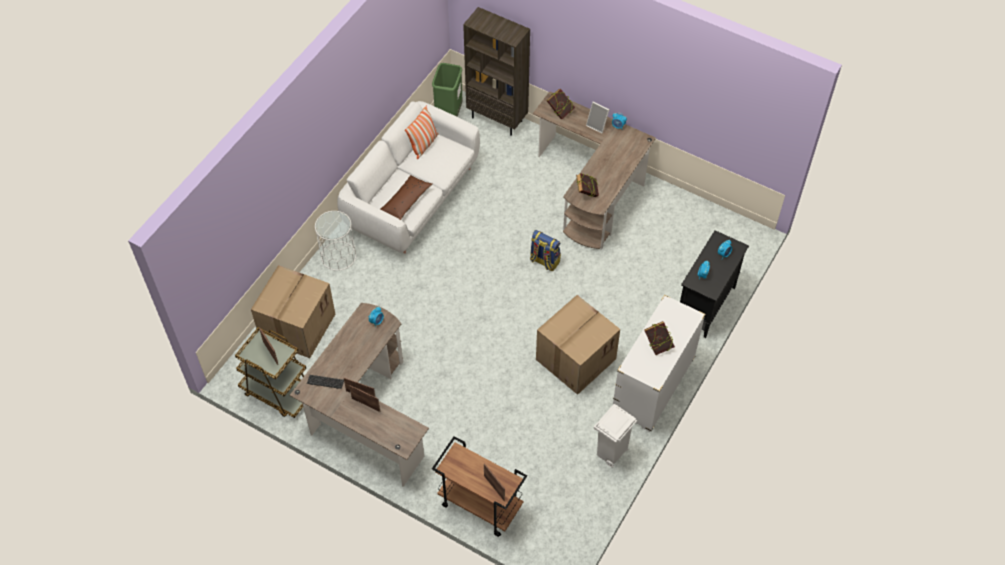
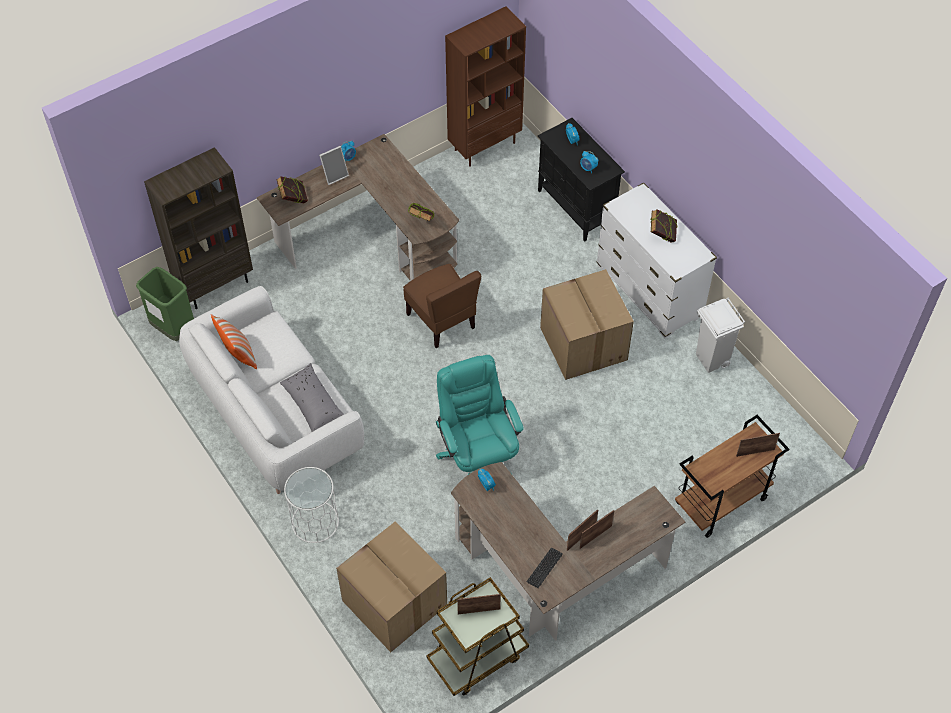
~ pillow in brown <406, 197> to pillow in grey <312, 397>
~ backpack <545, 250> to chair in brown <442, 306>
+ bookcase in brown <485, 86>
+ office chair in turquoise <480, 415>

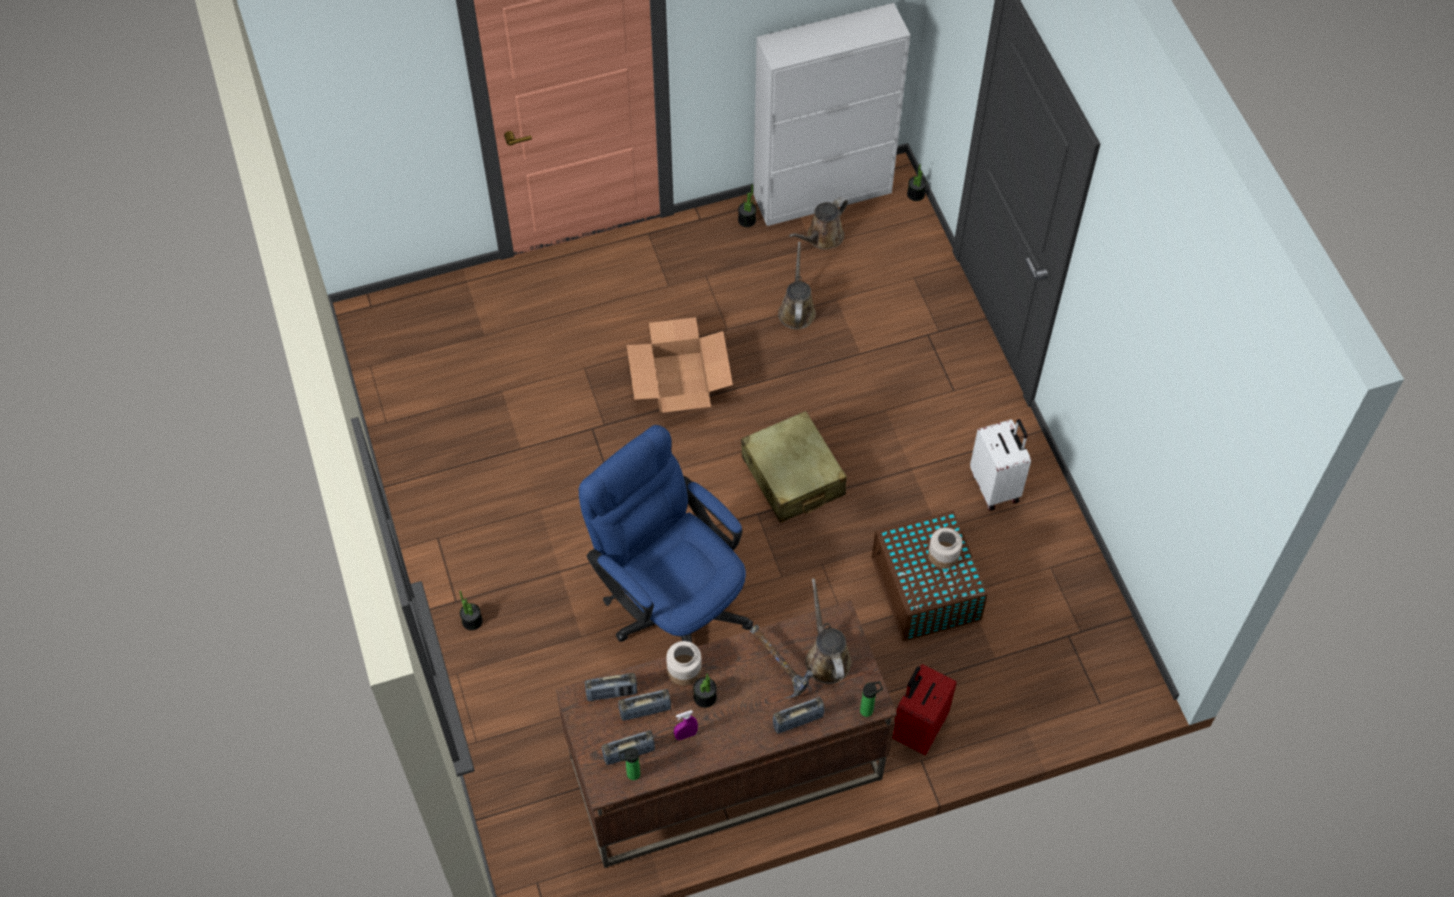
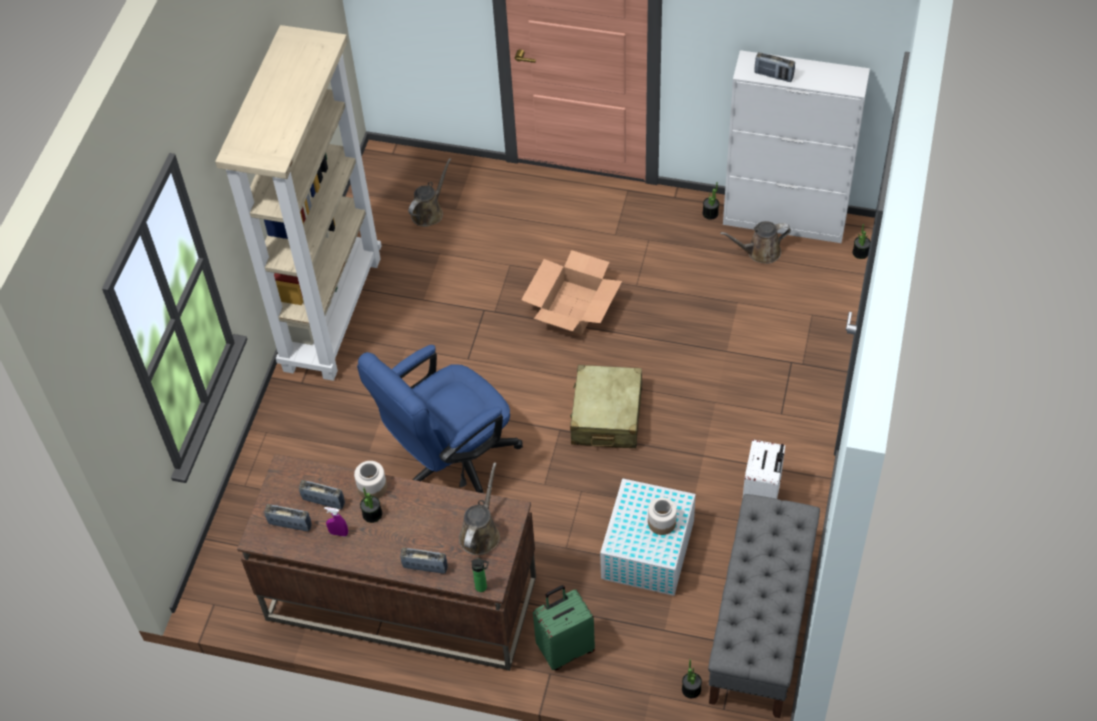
~ watering can in brown <797, 286> to <429, 192>
~ office chair in blue <665, 534> = <440, 419> 120 degrees counterclockwise
~ storage box in brown <930, 575> to storage box in white <648, 537>
~ potted plant <471, 610> to <692, 678>
- hammer <781, 661>
~ suitcase in red <924, 709> to suitcase in green <564, 627>
~ radio <611, 687> to <774, 67>
- bottle <629, 763>
+ bookcase in beige <298, 203>
+ bench in grey <764, 606>

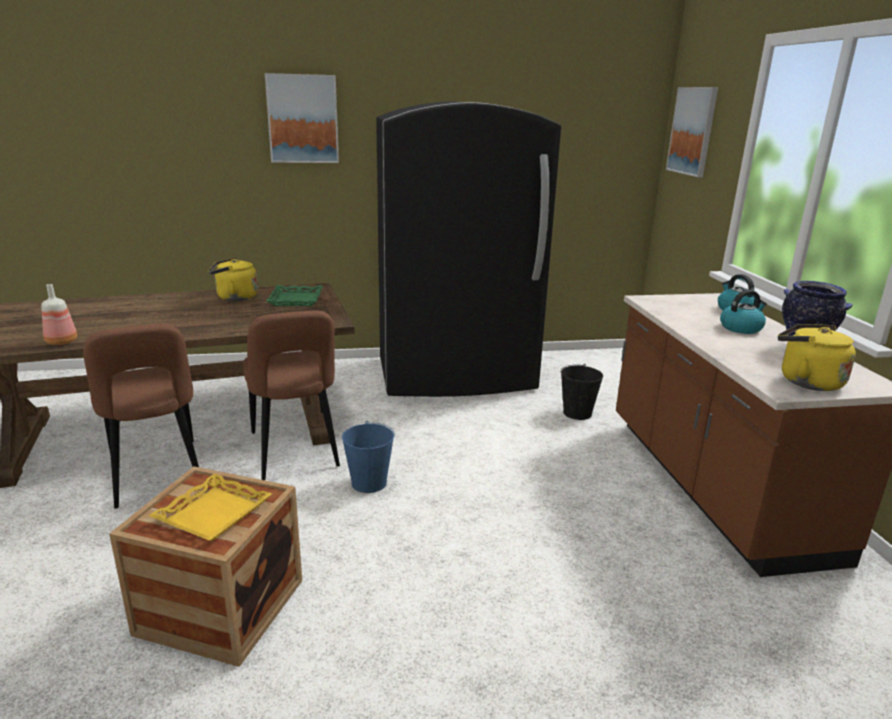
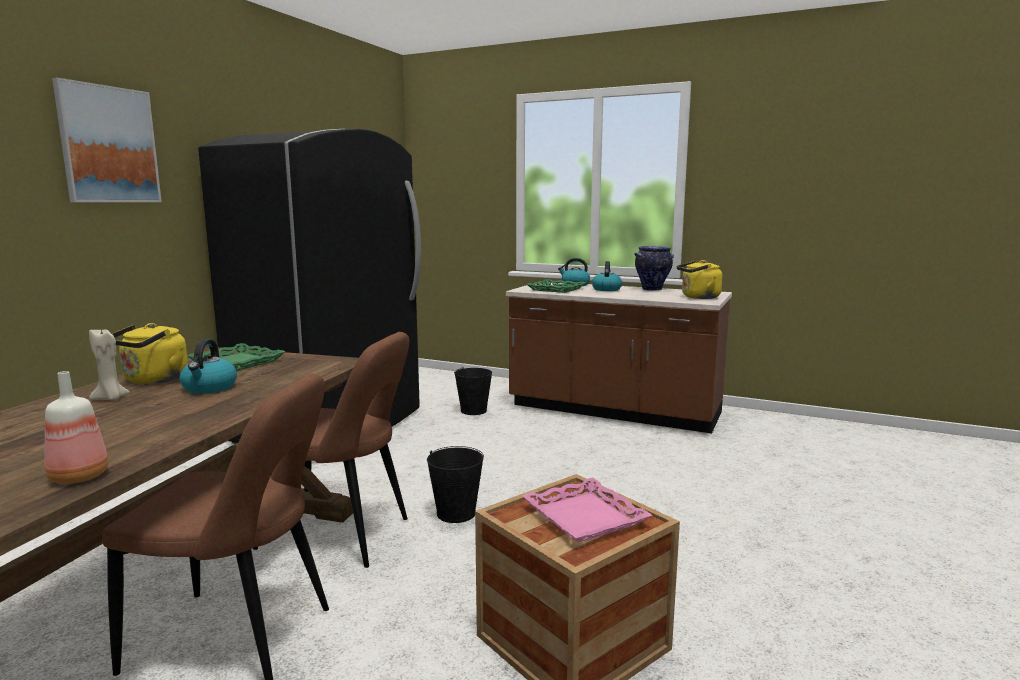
- picture <692, 132>
~ bucket in blue <368, 457> to bucket in black <455, 484>
~ tray in yellow <210, 508> to tray in pink <587, 509>
+ tray in green <556, 286>
+ candle in beige <109, 364>
+ kettle <208, 366>

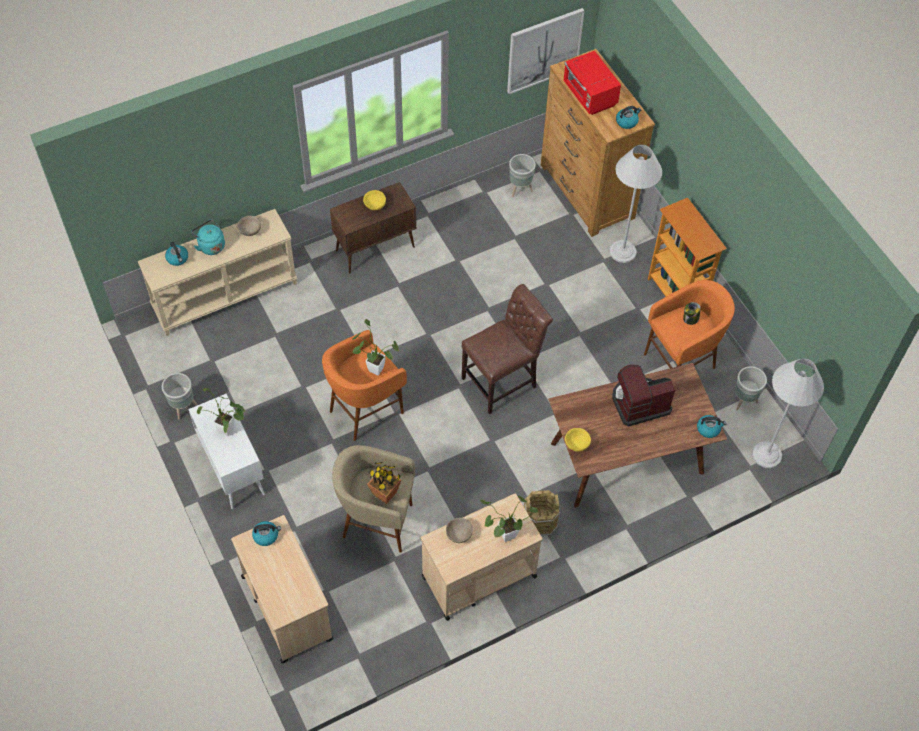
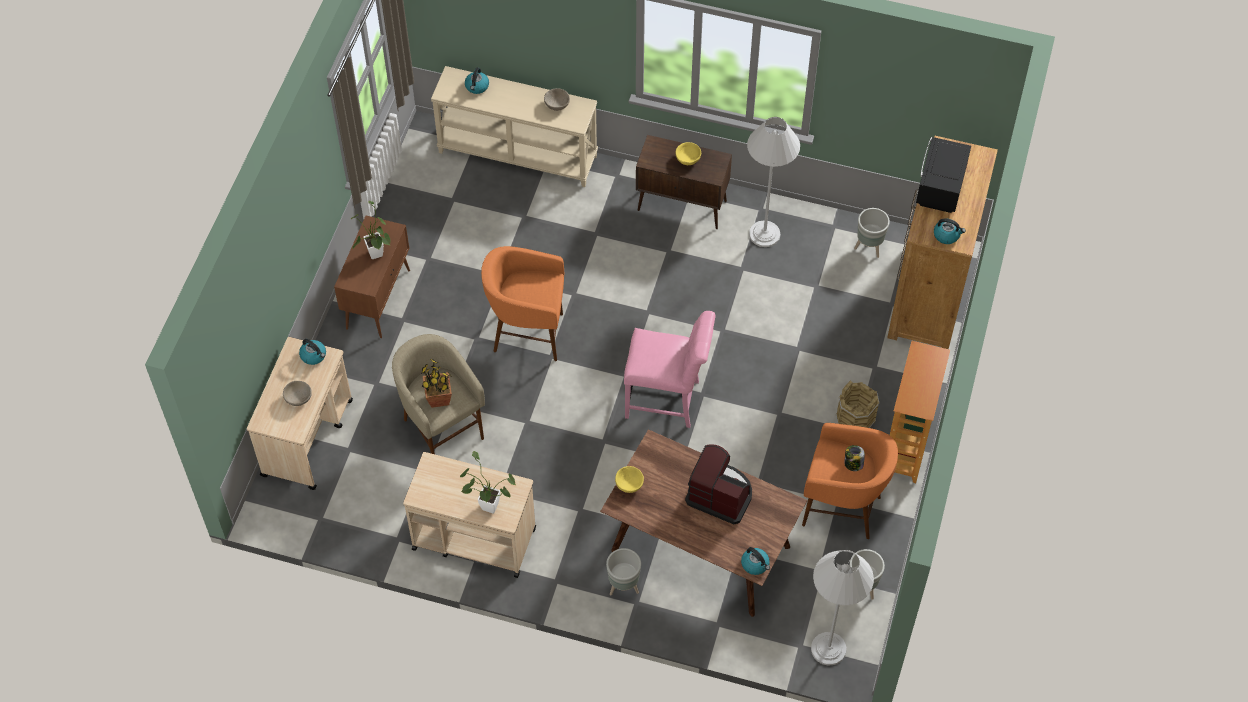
- picture <546, 51>
~ microwave in red <592, 83> to microwave in black <943, 175>
~ floor lamp in white <636, 204> to <773, 182>
- kettle in turquoise <208, 237>
~ chair in brown <507, 349> to chair in pink <670, 369>
- potted plant <375, 347>
~ planter in grey <179, 396> to <623, 571>
~ cabinet in white <226, 451> to cabinet in brown <372, 277>
~ bucket in brown <542, 513> to <857, 404>
~ bowl in beige <459, 530> to <297, 393>

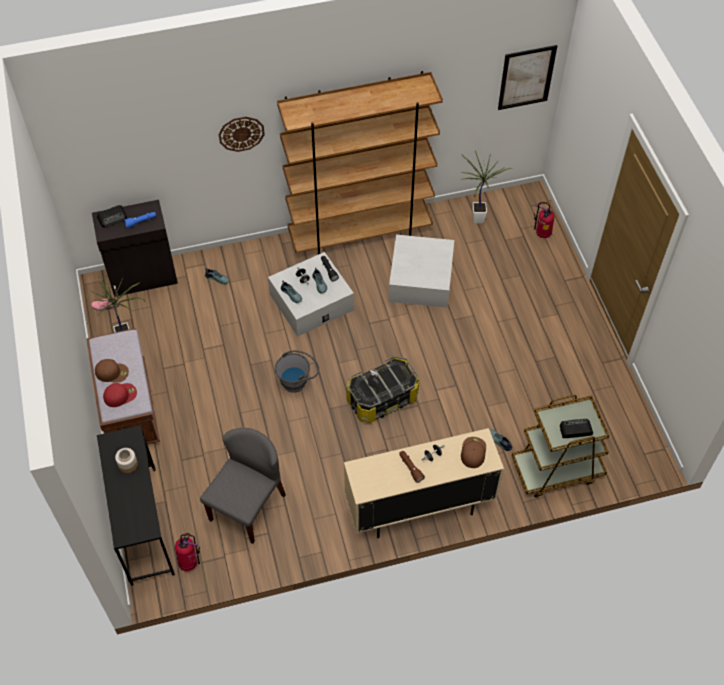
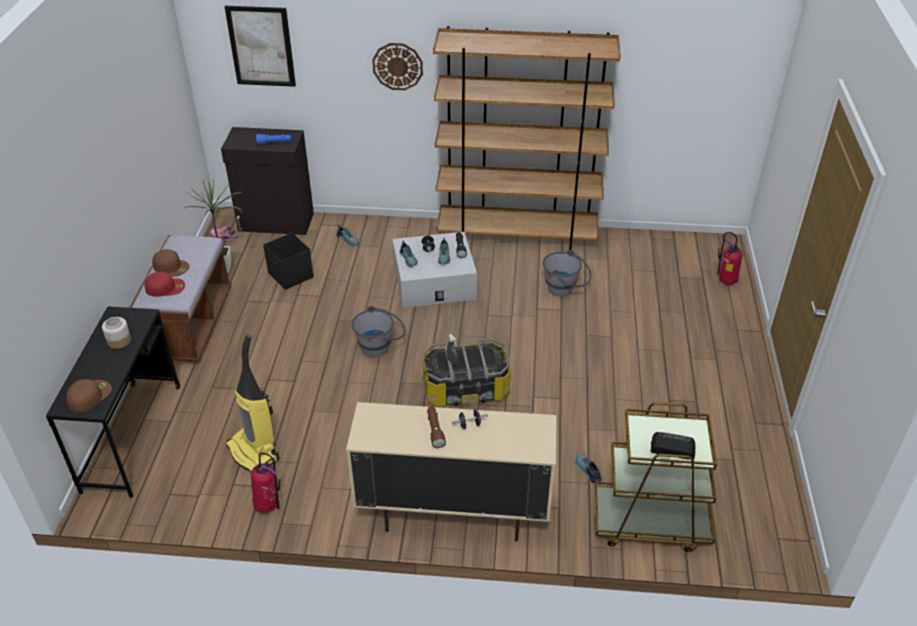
~ picture <527, 77> to <260, 46>
- potted plant <487, 186>
- radio <112, 216>
~ storage box in white <421, 271> to bucket in grey <567, 273>
~ chair in grey <243, 486> to vacuum cleaner <252, 403>
~ cap in brown <473, 452> to <89, 395>
~ fire extinguisher <187, 552> to <265, 482>
+ storage box in black <288, 261>

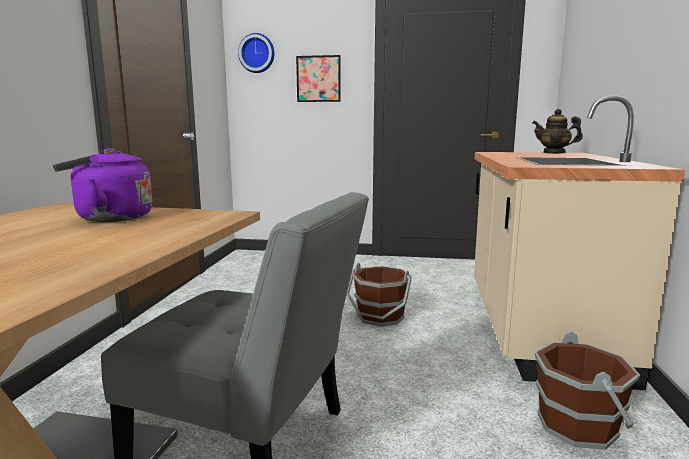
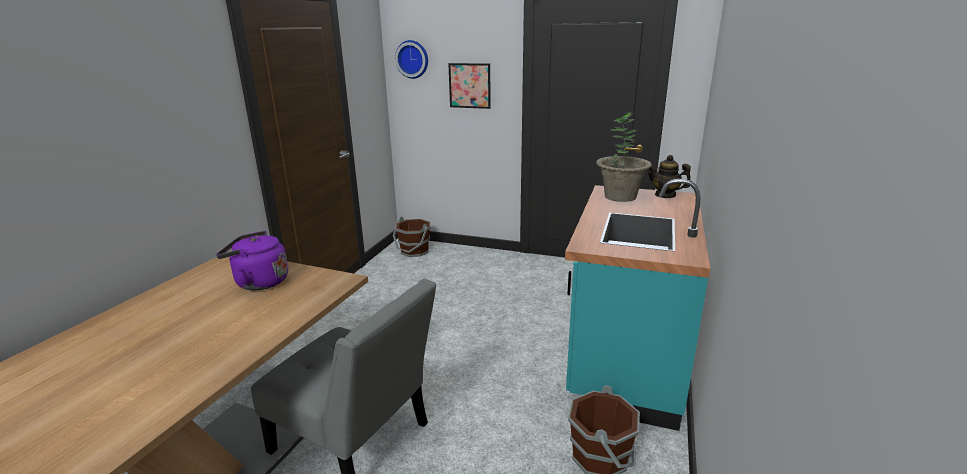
~ counter in beige <579, 243> to counter in turquoise <637, 305>
~ bucket in brown <379, 294> to <412, 237>
+ potted plant <624, 157>

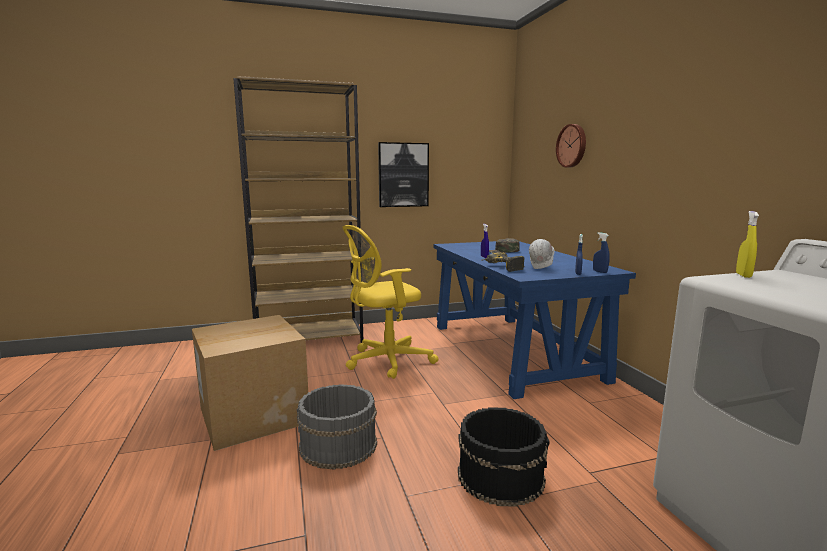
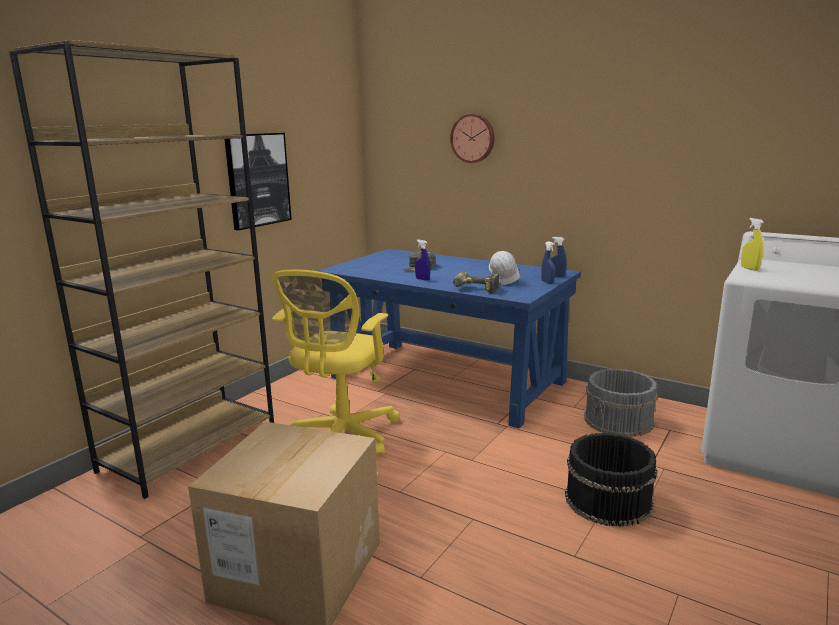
~ bucket in grey <337, 427> to <621, 403>

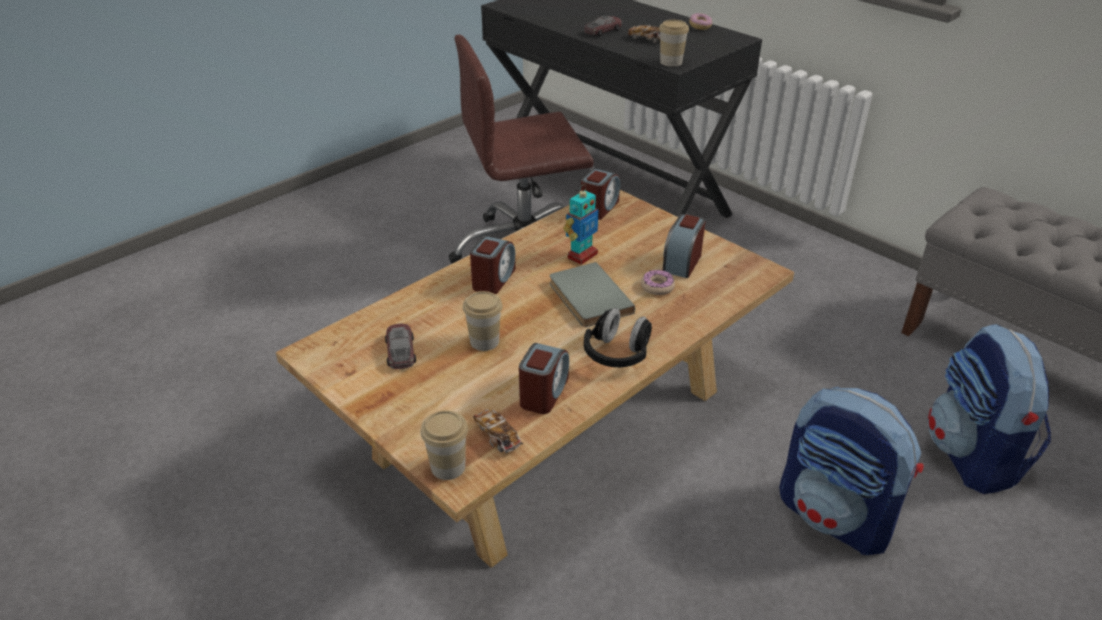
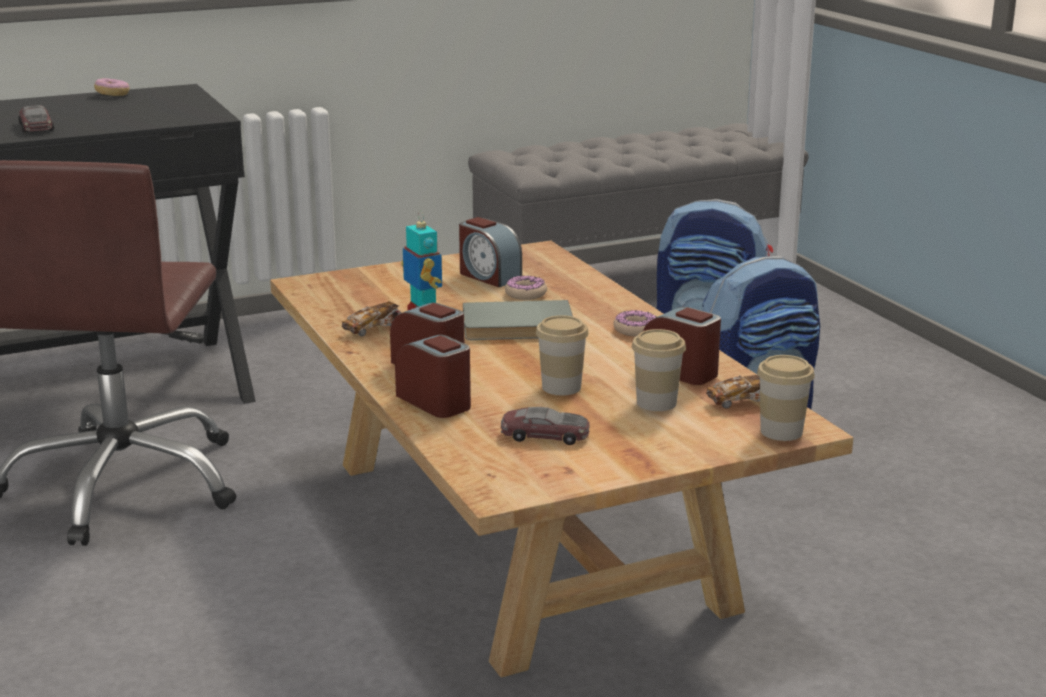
~ cup <674, 43> to <659, 370>
~ toy car <644, 34> to <372, 318>
~ alarm clock <600, 194> to <433, 376>
~ headphones in black <618, 337> to donut <634, 323>

